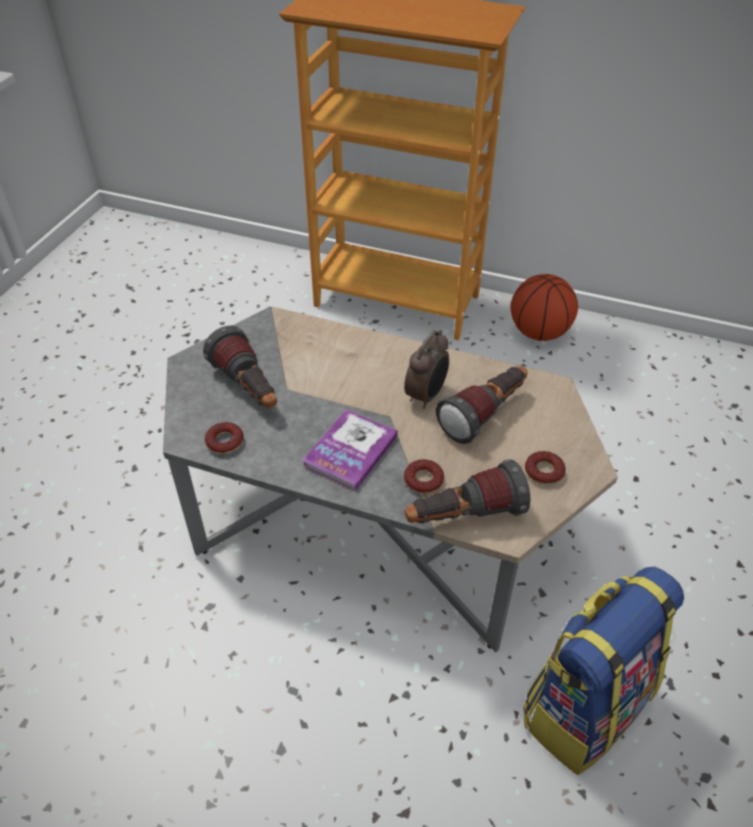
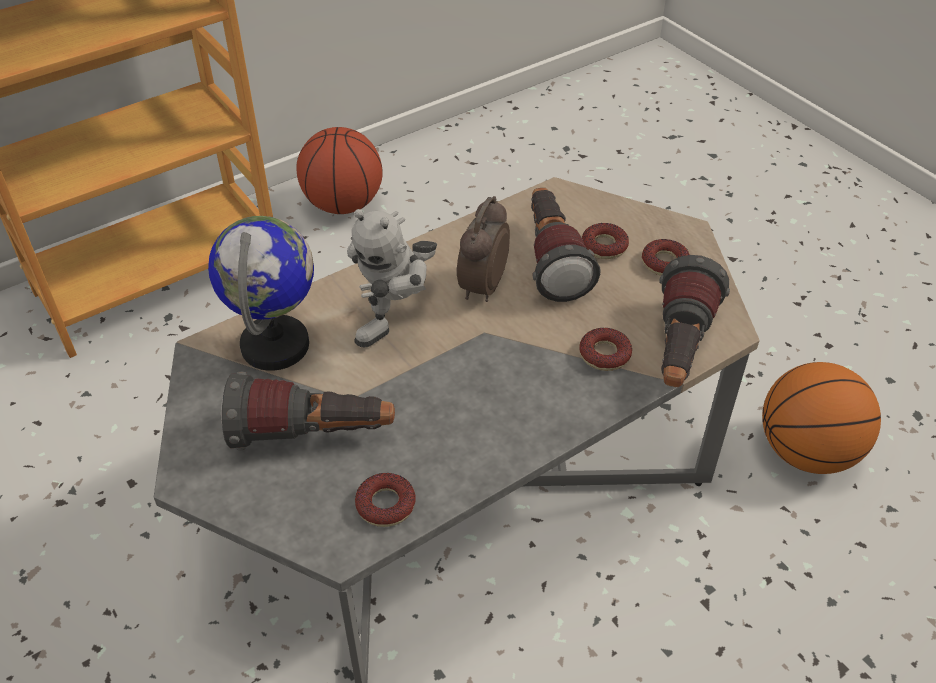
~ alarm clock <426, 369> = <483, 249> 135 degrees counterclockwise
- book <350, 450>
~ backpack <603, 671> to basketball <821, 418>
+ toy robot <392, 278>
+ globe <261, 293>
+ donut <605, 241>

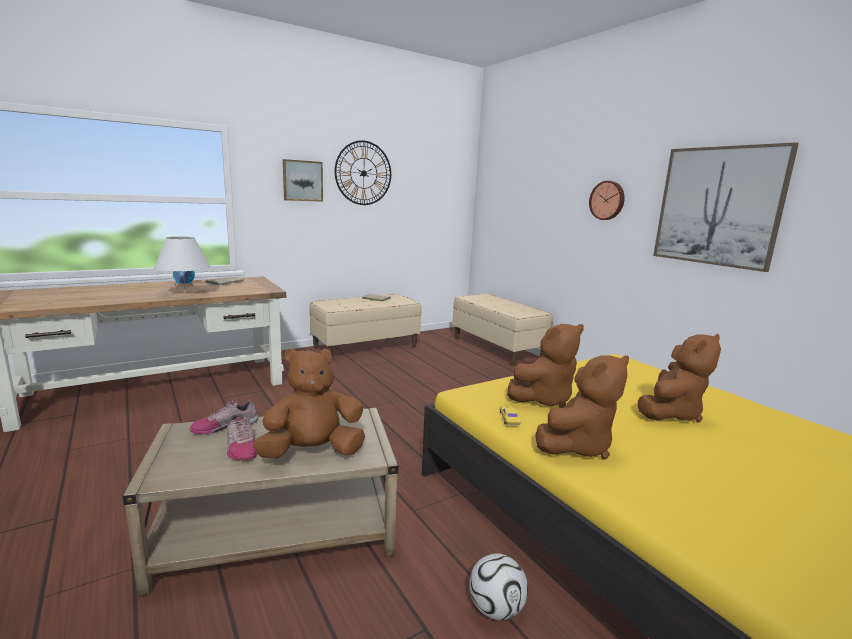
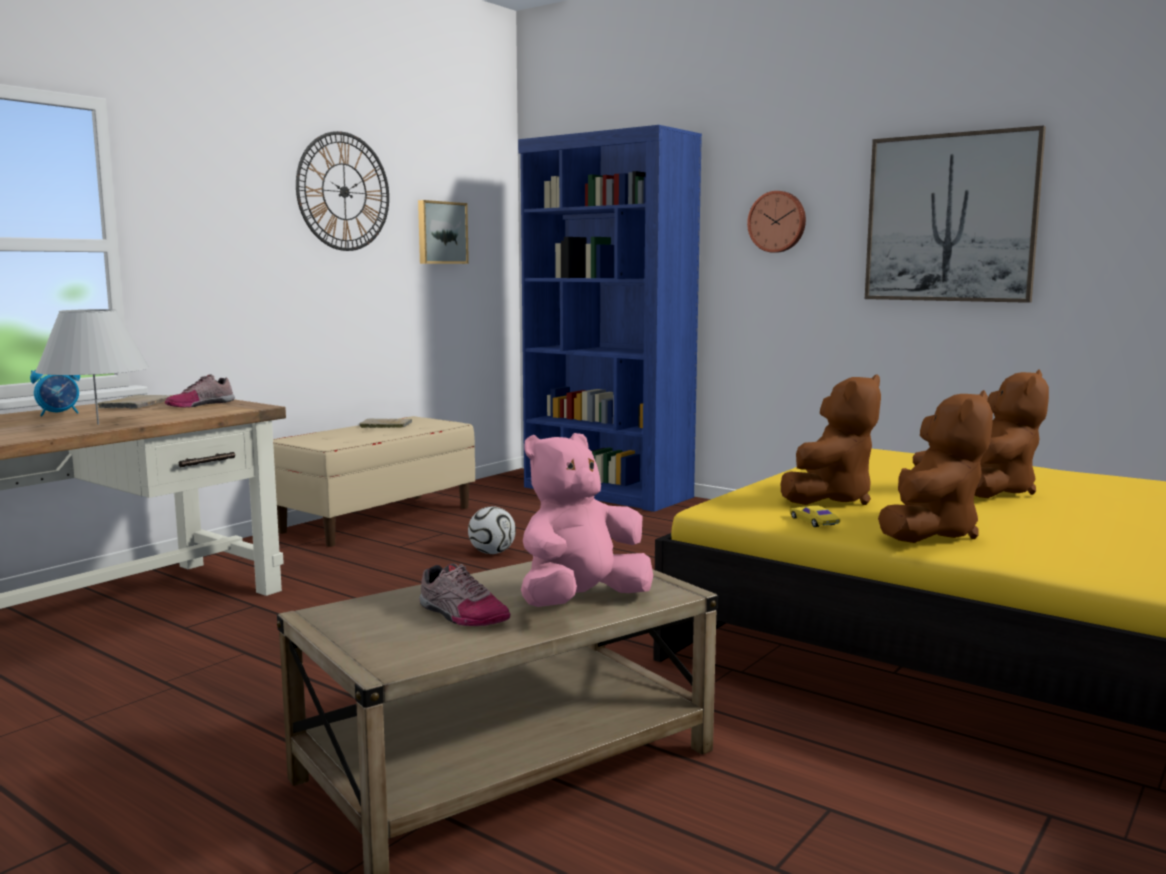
~ picture <303, 180> to <443, 232>
~ bench in beige <502, 330> to bookcase in blue <610, 318>
~ plush toy in brown <309, 403> to plush toy in pink <587, 520>
~ shoe <224, 417> to <200, 391>
~ football <498, 586> to <492, 530>

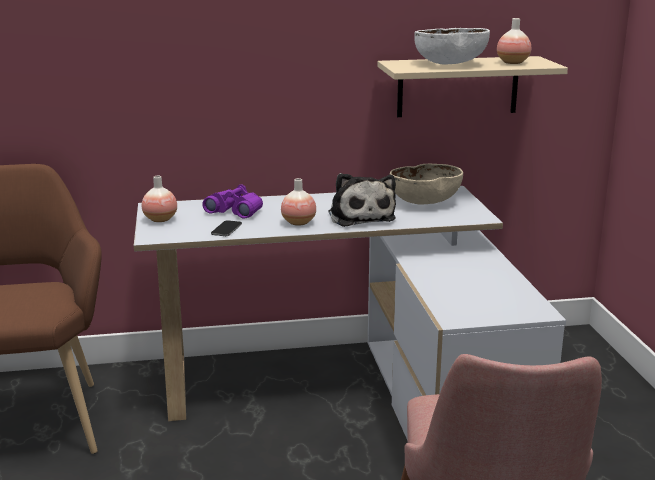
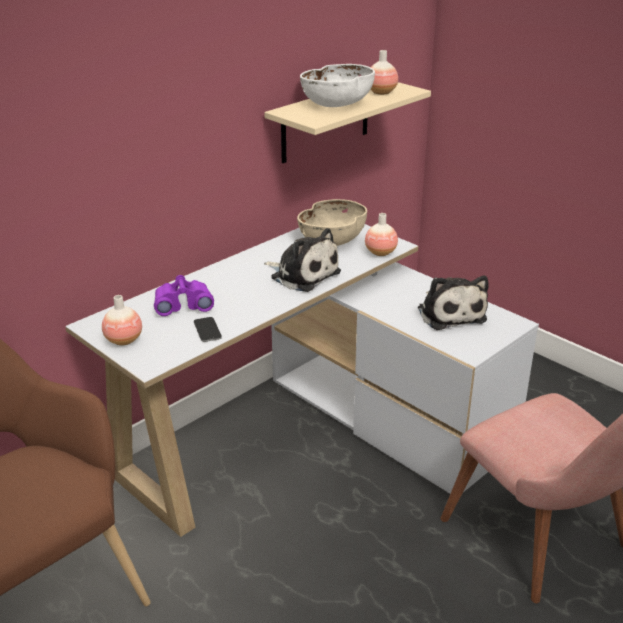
~ vase <298, 202> to <381, 234>
+ plush toy <453, 303>

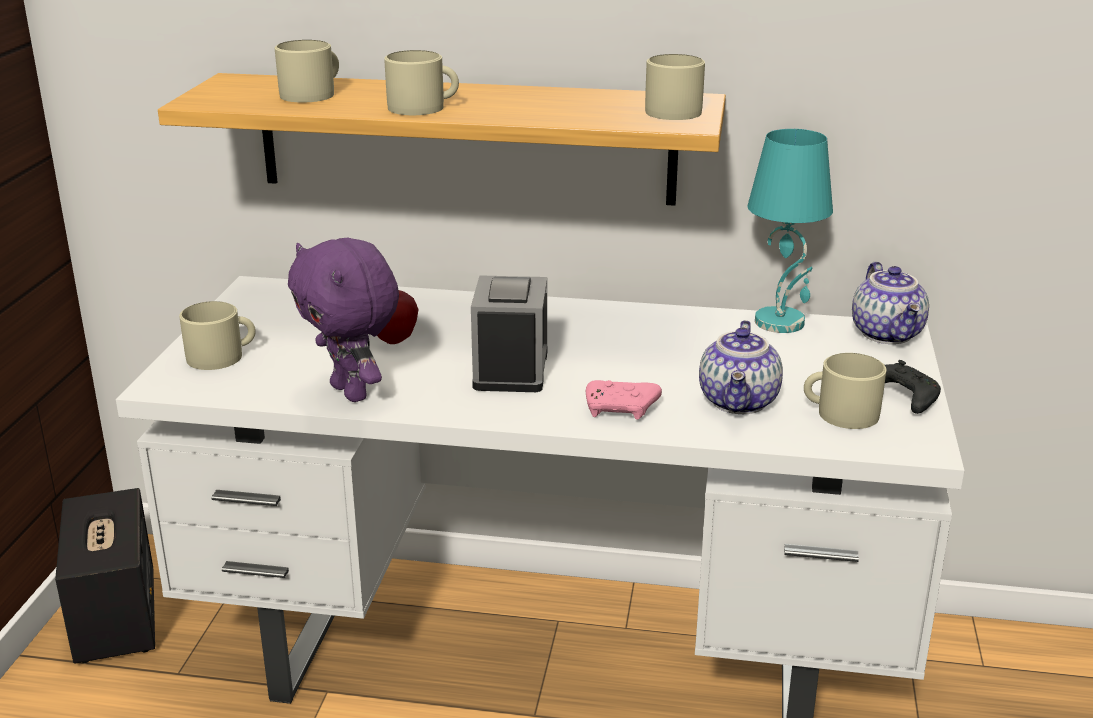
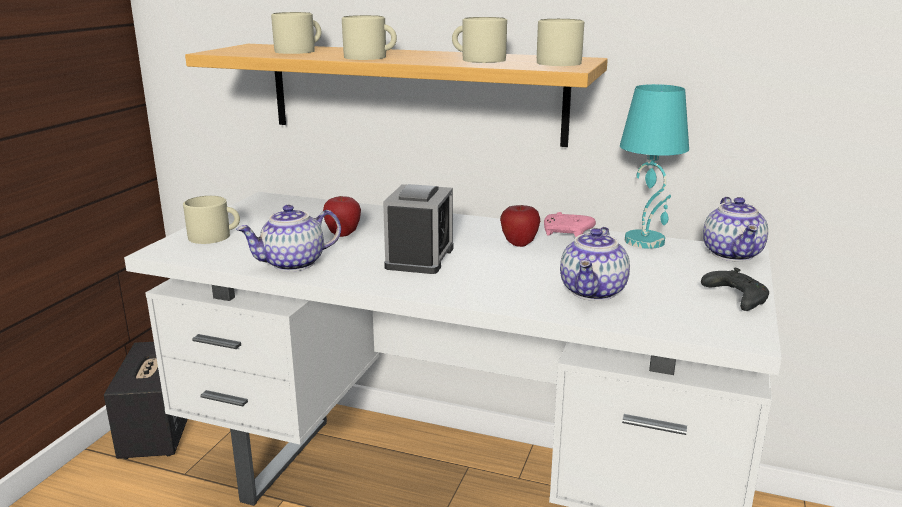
~ plush toy in purple <343, 320> to teapot <288, 238>
~ mug in beige <845, 391> to <479, 40>
~ game controller in pink <624, 400> to <570, 224>
+ apple <520, 226>

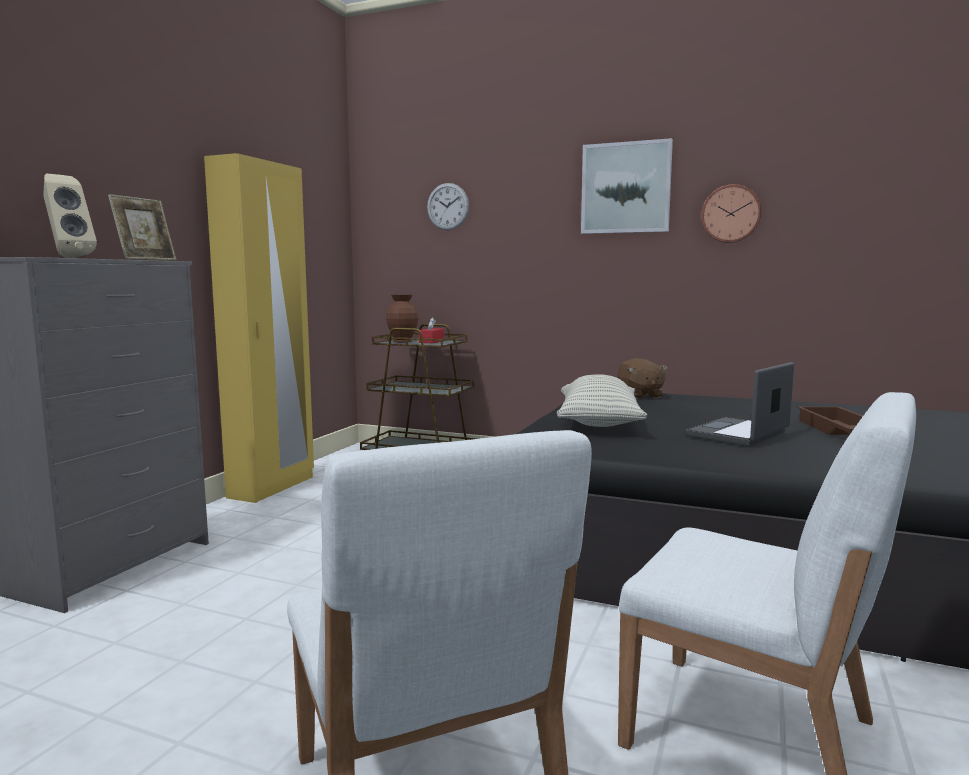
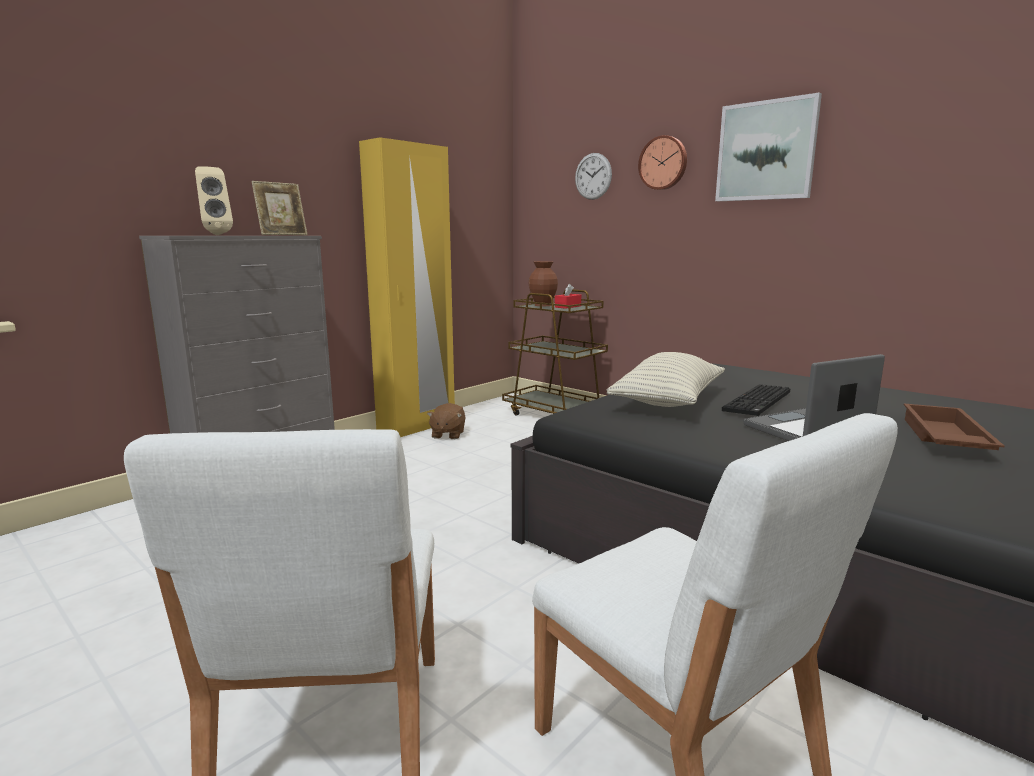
~ wall clock <731, 213> to <662, 162>
~ plush toy in brown <642, 378> to <446, 421>
+ keyboard <756, 400>

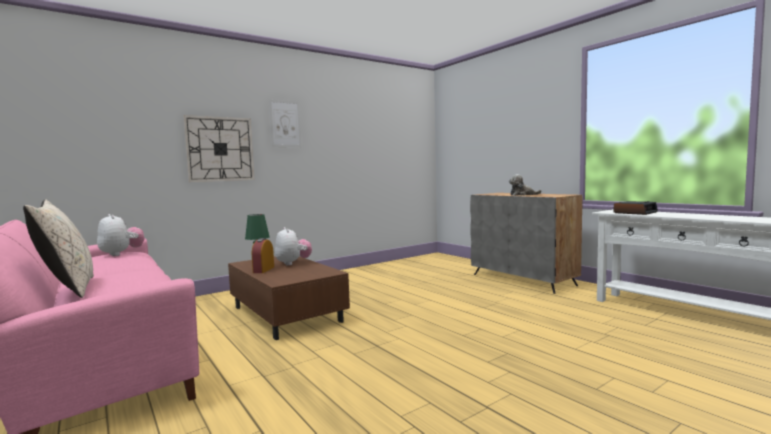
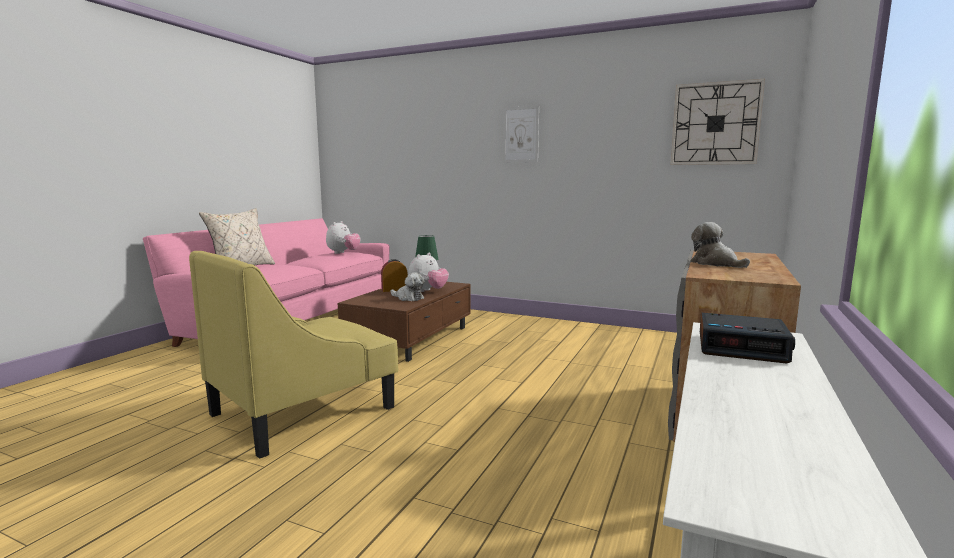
~ wall clock <219, 148> to <717, 122>
+ armchair in yellow <294, 355>
+ plush toy <408, 286>

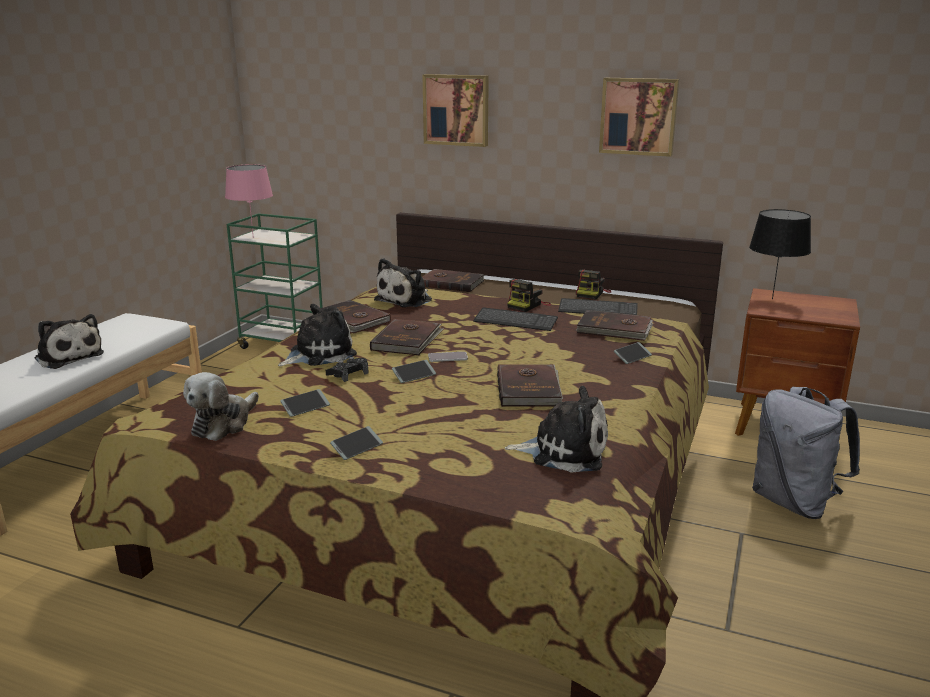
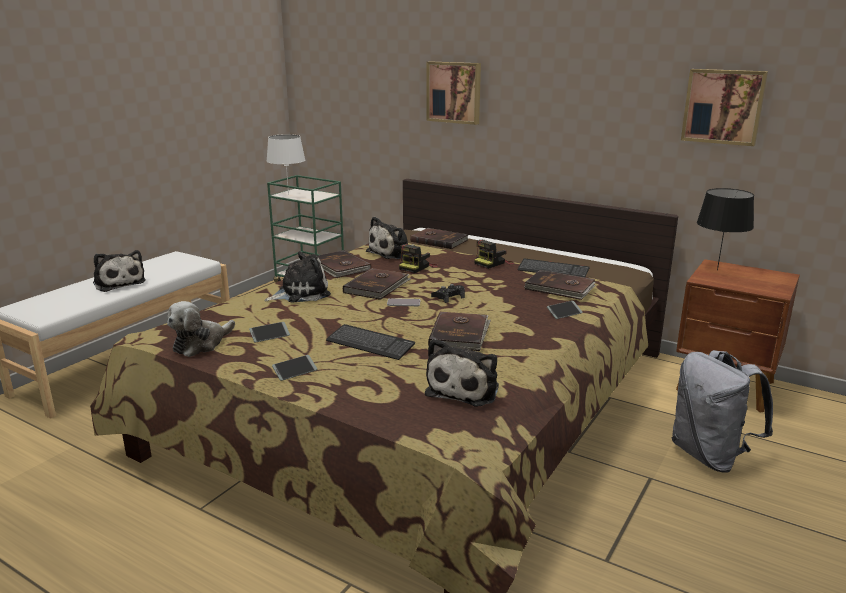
~ picture <639, 117> to <724, 107>
~ table lamp in pink <249, 201> to table lamp in white <285, 164>
~ photo camera <594, 284> to <418, 258>
~ keyboard <515, 319> to <370, 342>
~ game controller in black <347, 369> to <448, 293>
- phone <414, 371>
~ plush toy <556, 429> = <462, 372> 90 degrees clockwise

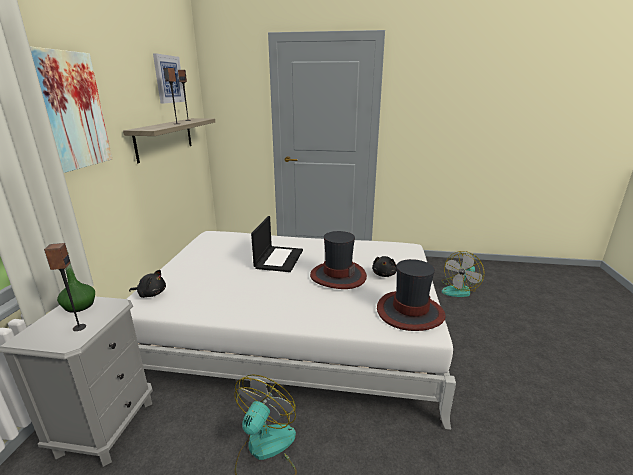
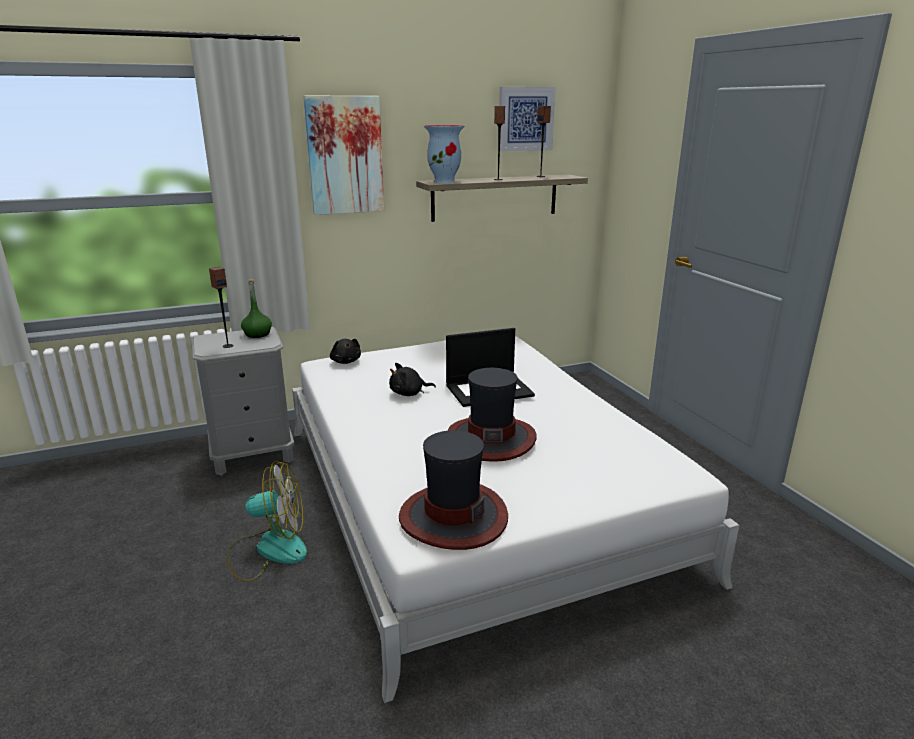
- fan <463, 274>
~ plush toy in black <384, 266> to <412, 379>
+ vase <444, 154>

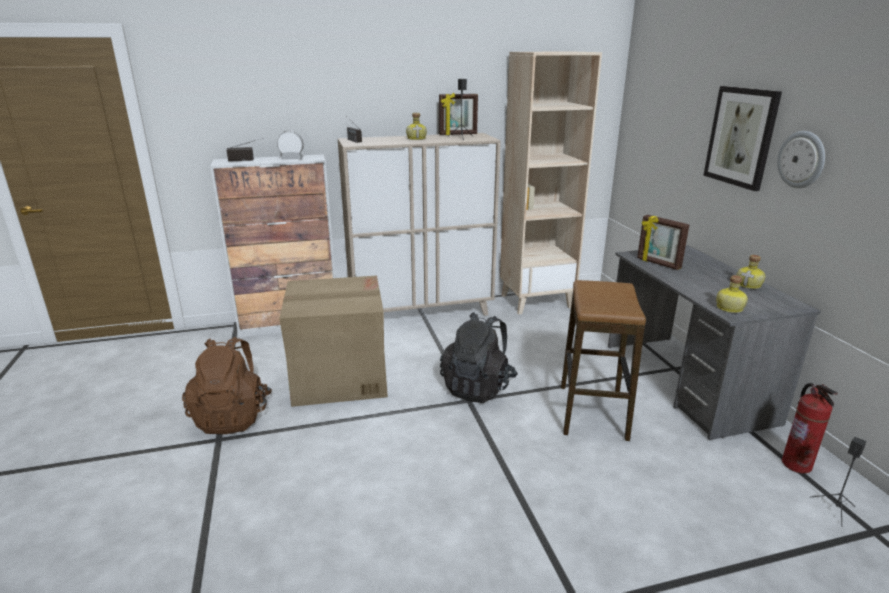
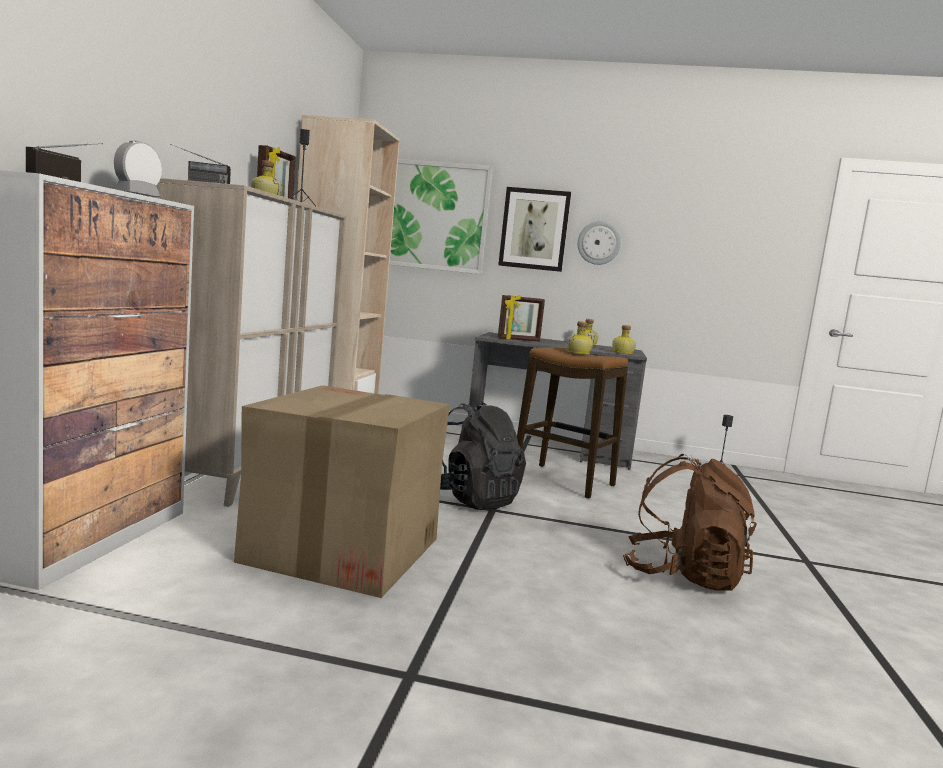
~ backpack in brown <227, 385> to <690, 522>
- fire extinguisher <810, 428>
+ picture <441, 216>
+ bottle <580, 338>

